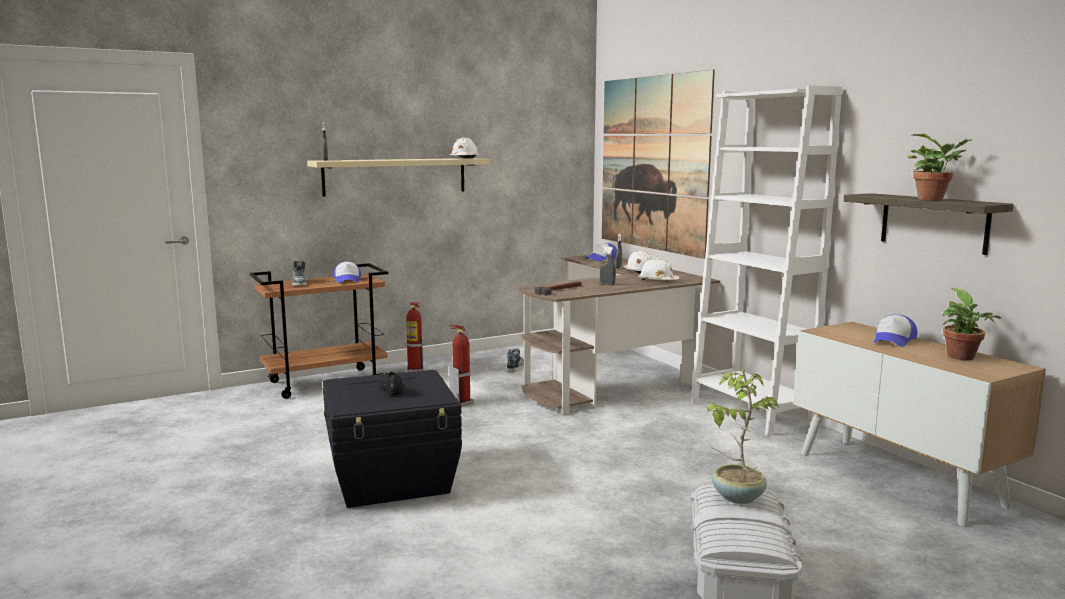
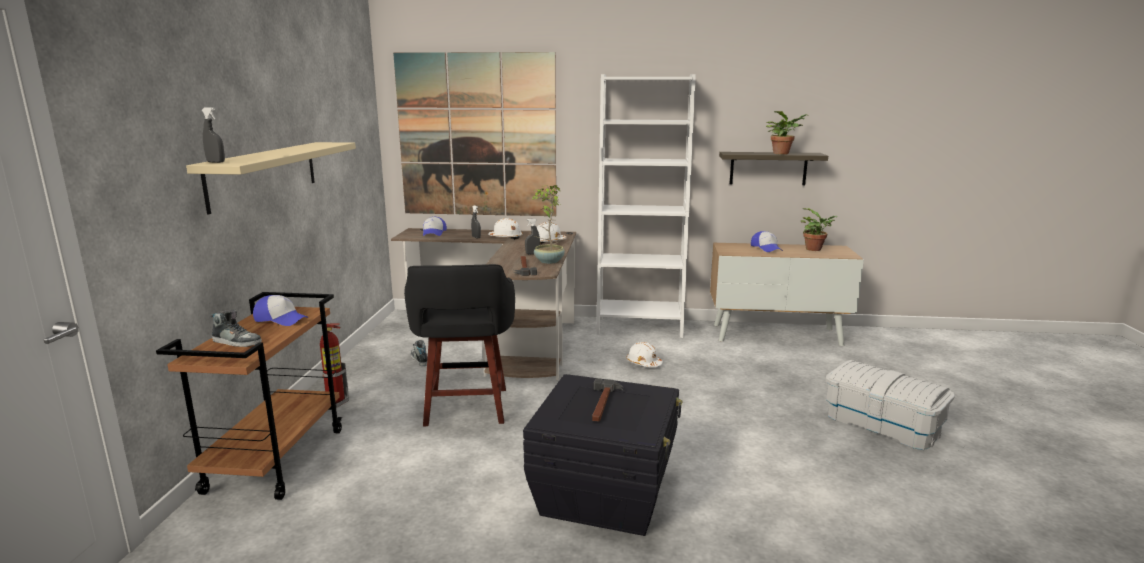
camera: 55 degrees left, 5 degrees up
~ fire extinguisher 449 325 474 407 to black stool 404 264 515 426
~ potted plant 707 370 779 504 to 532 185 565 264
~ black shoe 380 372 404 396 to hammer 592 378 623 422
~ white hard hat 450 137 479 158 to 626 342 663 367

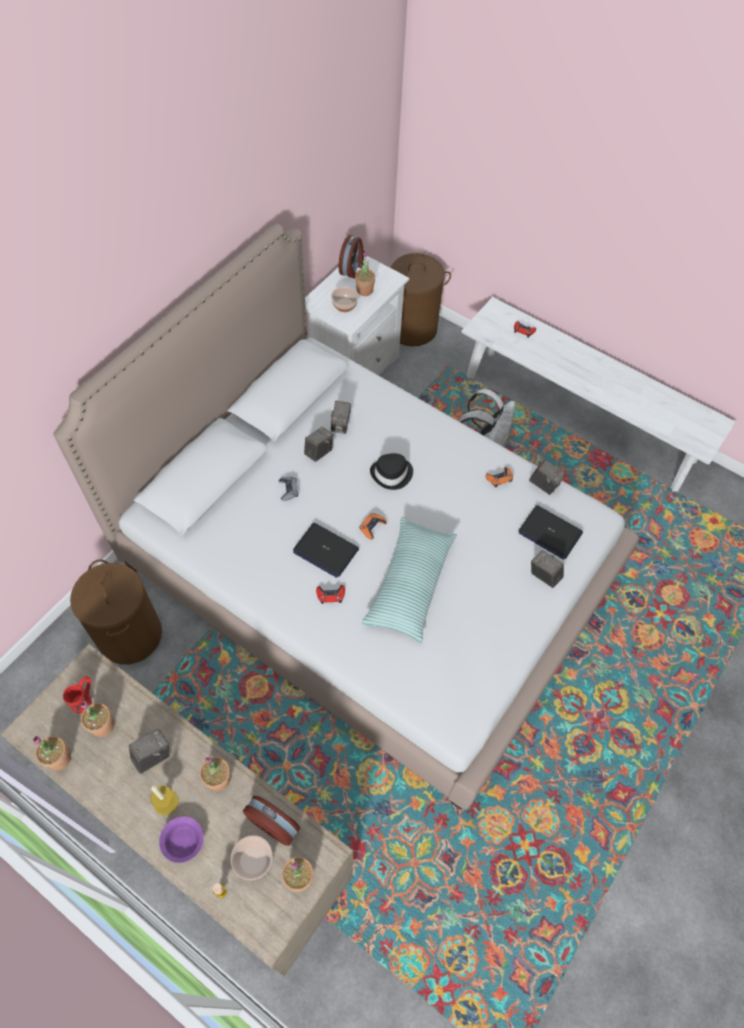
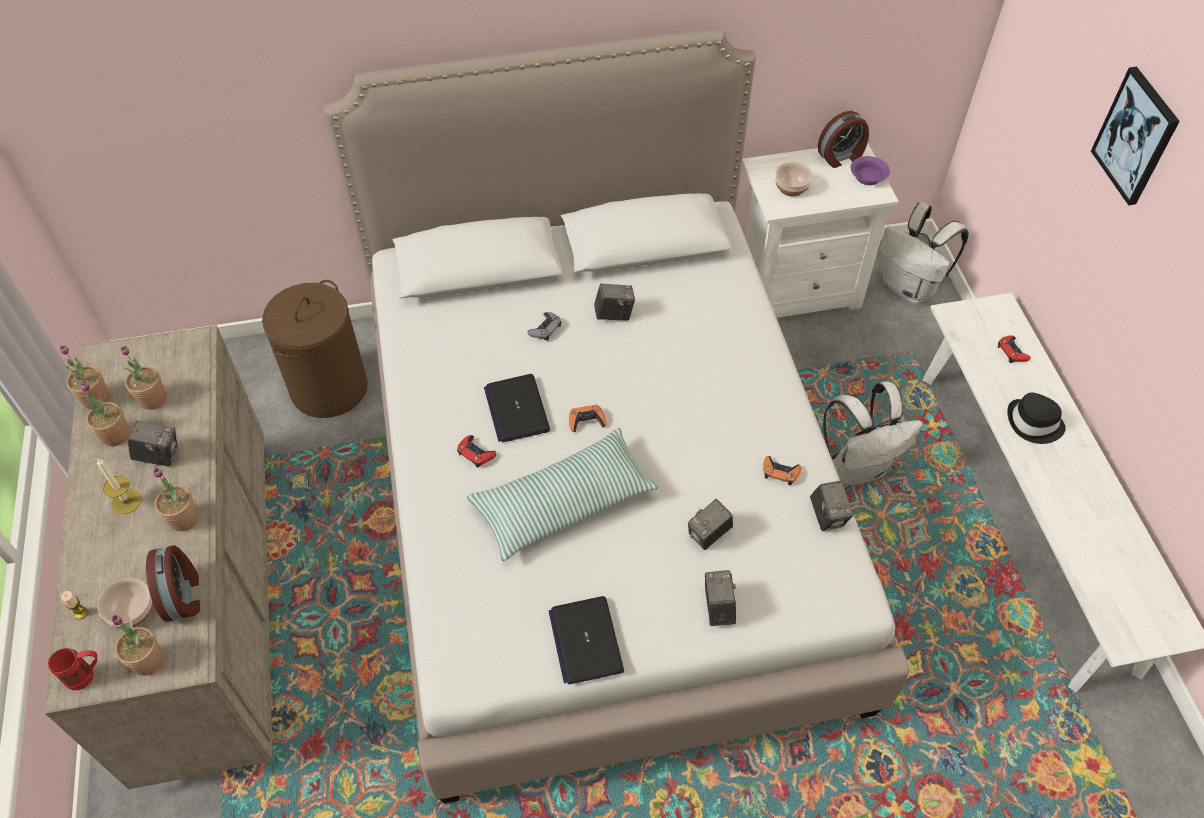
camera: 45 degrees right, 5 degrees down
~ red mug 63 676 92 713 to 48 648 97 690
~ potted plant 355 251 375 296 to 80 381 130 446
~ laptop 518 505 583 560 to 549 596 624 685
~ photo camera 331 401 351 434 to 688 499 733 550
~ purple bowl 159 816 204 863 to 851 156 890 185
~ brown laundry basket 391 253 451 347 to white backpack 880 202 969 304
~ black hat 370 453 413 490 to 1007 393 1066 444
+ picture 1091 67 1180 205

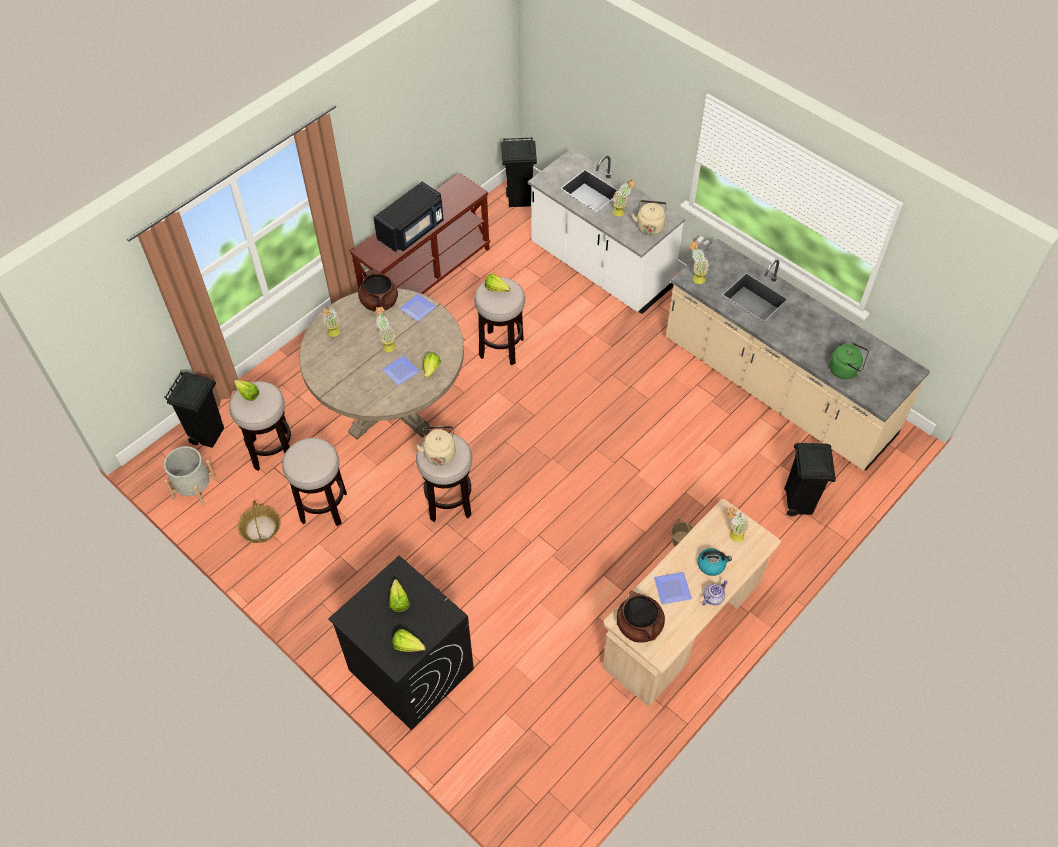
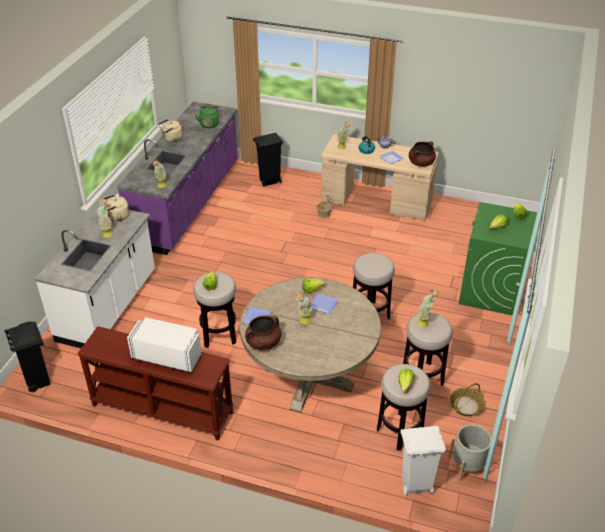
camera: 115 degrees left, 15 degrees down
~ beige counter 666 239 930 471 to purple counter 117 101 238 255
~ black microwave 373 182 444 252 to white microwave 127 317 202 373
~ beige kettle 416 426 456 466 to 158 119 182 142
~ black trash can 164 371 224 448 to white trash can 400 426 446 496
~ potted plant 322 307 340 337 to 417 288 439 328
~ black washing machine 328 556 474 730 to green washing machine 459 202 538 315

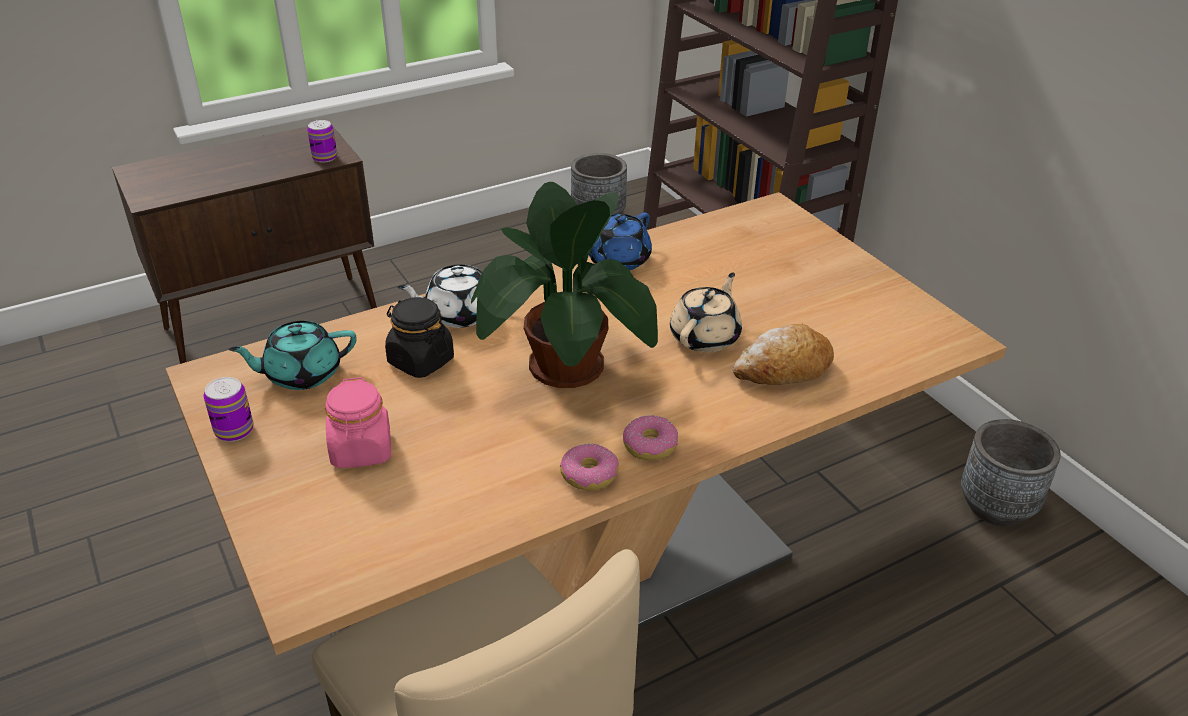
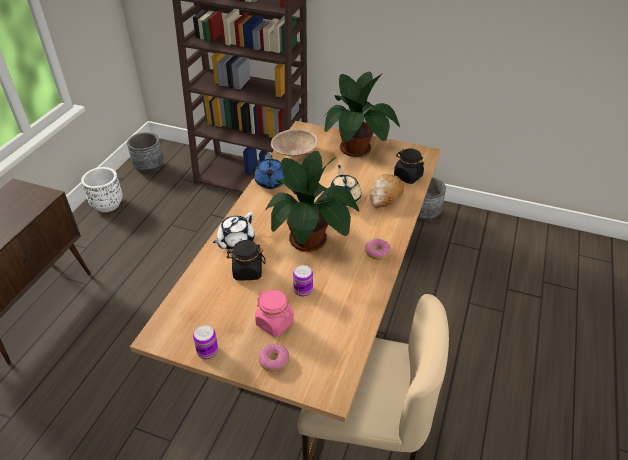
camera: 40 degrees left, 5 degrees up
+ white planter 81 167 123 212
~ donut 560 444 619 491 to 258 344 289 372
+ beige bowl 271 129 318 156
~ can 307 120 337 163 to 293 265 313 297
+ potted plant 324 72 400 157
+ black jar 394 148 424 184
- turquoise teapot 228 321 357 390

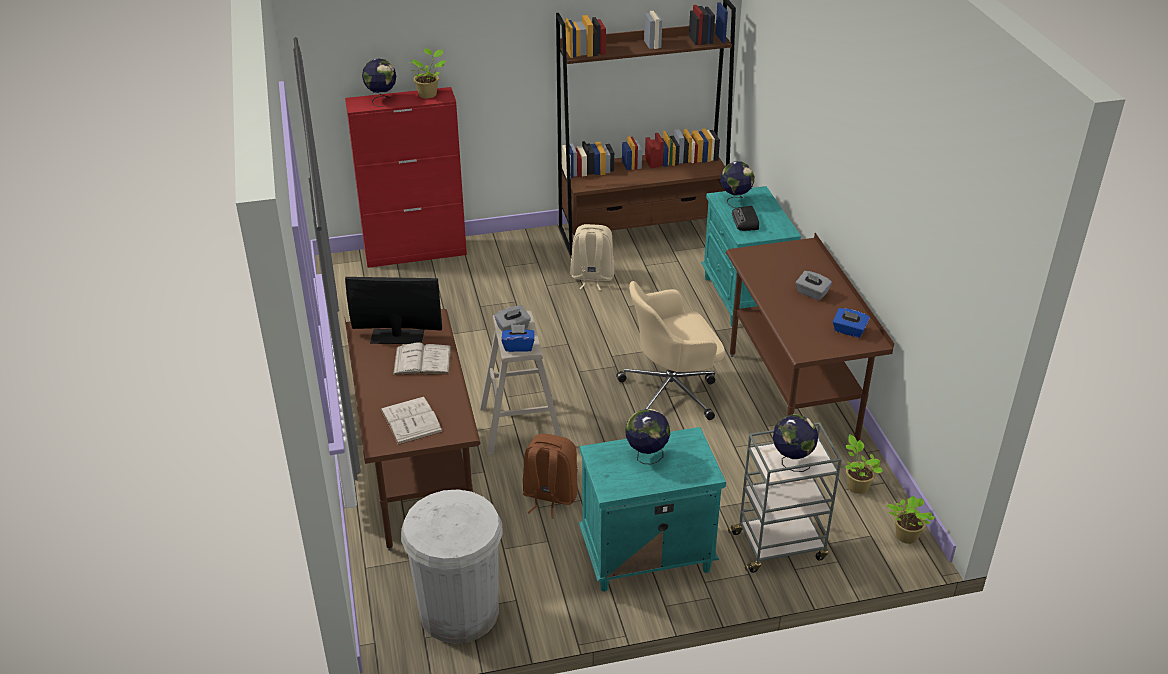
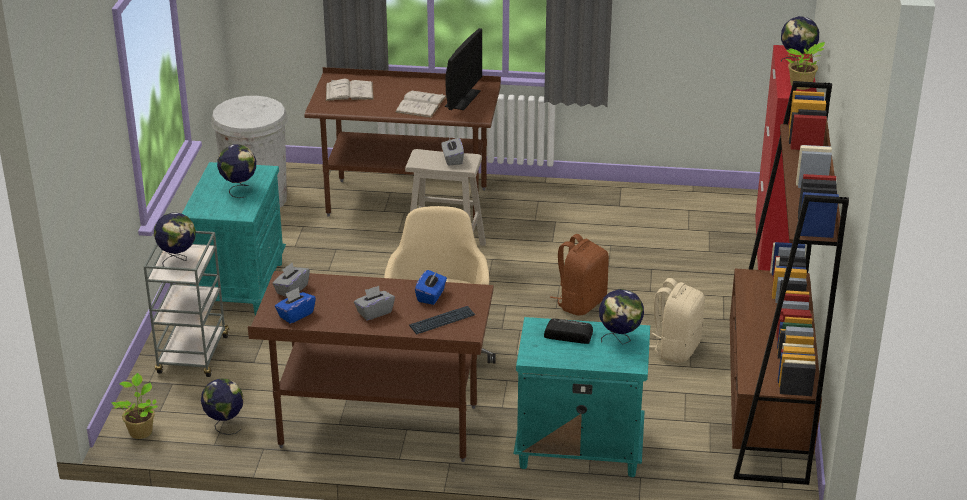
camera: 110 degrees right, 5 degrees down
~ potted plant 845 434 883 494 to globe 201 378 244 435
+ grey tissue box 272 263 310 297
+ keyboard 409 306 476 334
~ blue tissue box 501 324 534 352 to 415 270 447 305
~ brown backpack 523 434 578 518 to 550 234 609 315

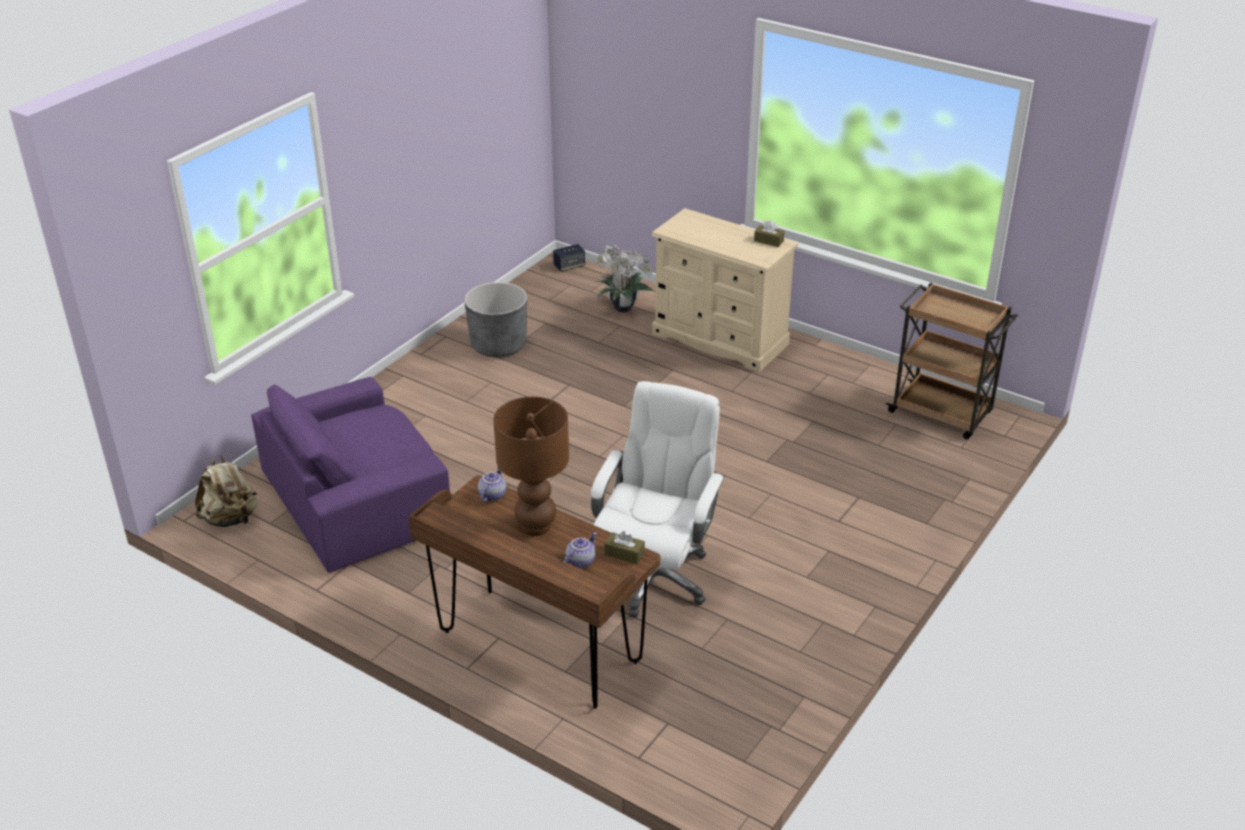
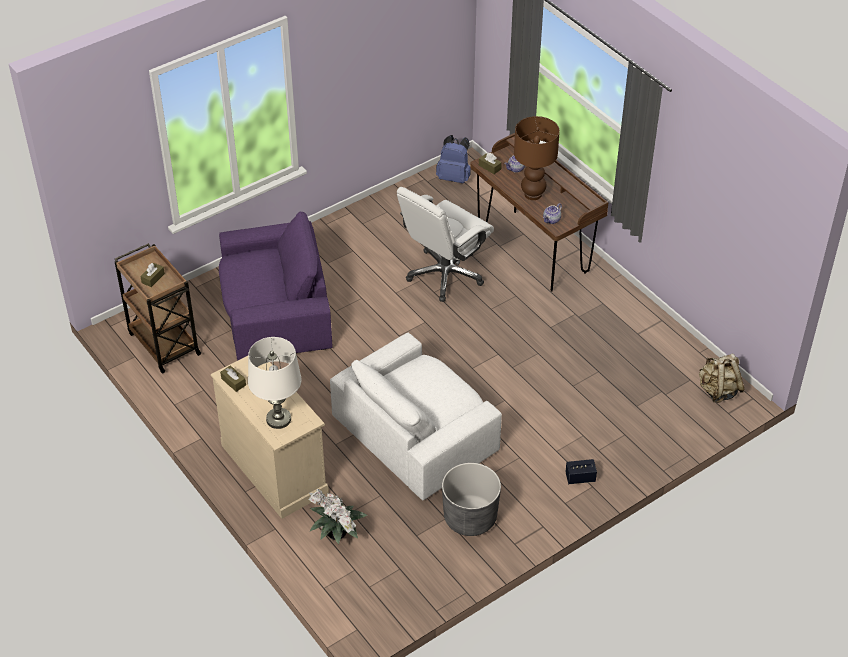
camera: 160 degrees left, 10 degrees up
+ brown tissue box 140 263 165 287
~ purple armchair 251 377 450 573 to 219 212 332 360
+ white table lamp 248 337 302 429
+ white armchair 330 332 502 500
+ blue backpack 436 135 471 183
~ speaker 553 244 585 271 to 565 459 597 484

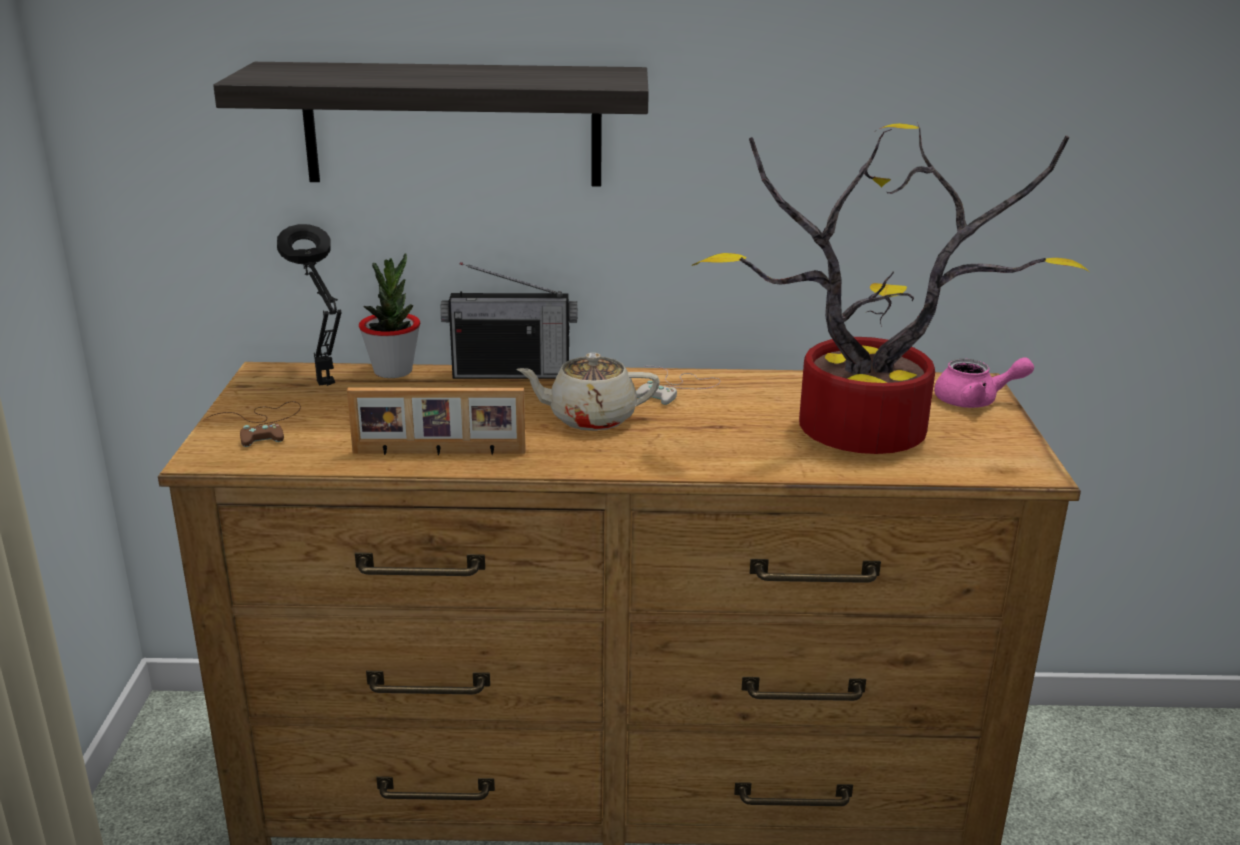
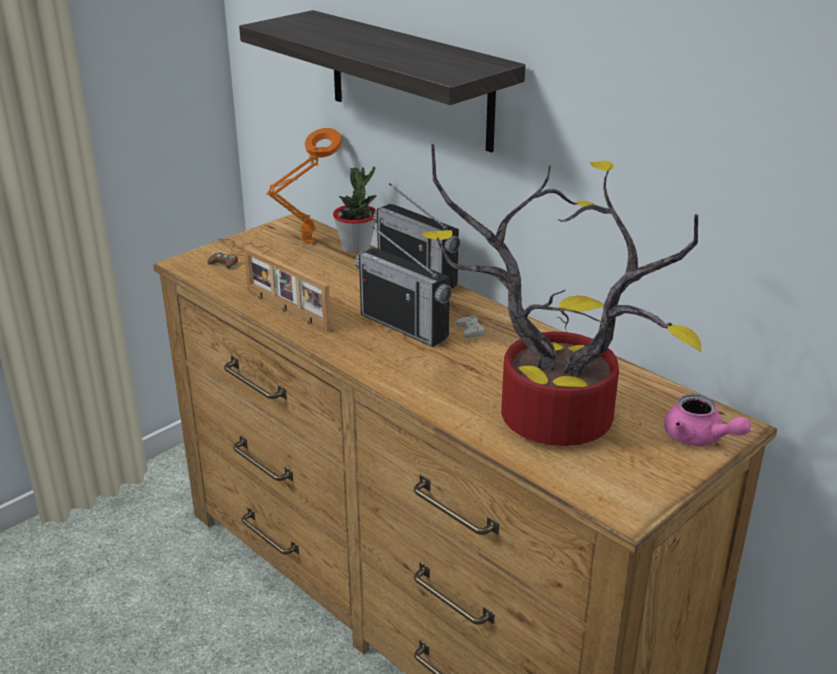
camera: 45 degrees right, 5 degrees up
~ black table lamp 277 224 342 386 to orange table lamp 266 128 342 244
~ beige teapot 516 353 660 431 to radio 355 226 452 347

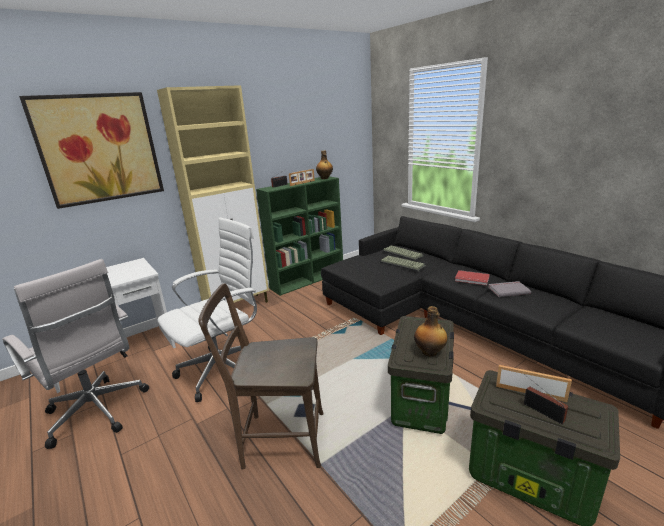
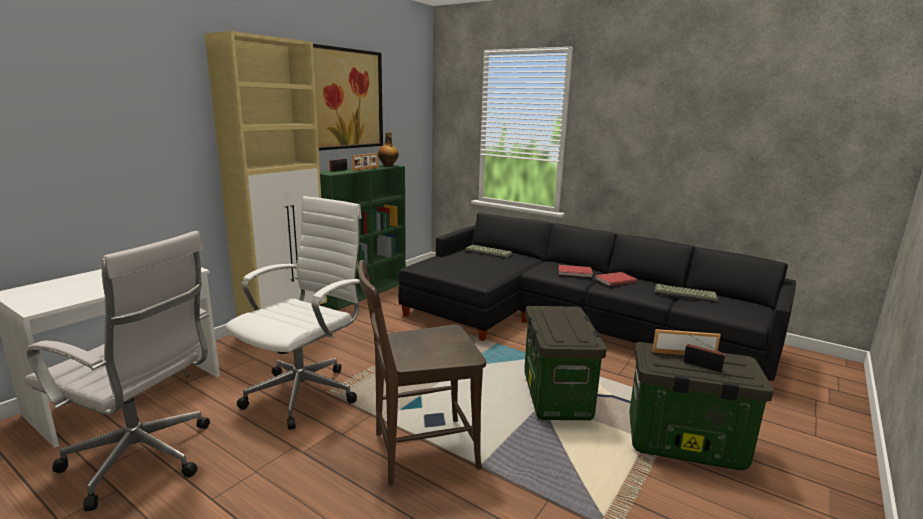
camera: 20 degrees left, 5 degrees down
~ picture 19 92 164 209 to 313 44 383 151
~ grey book 488 281 531 297 to red book 595 272 637 286
~ keyboard 380 256 426 272 to 654 284 718 303
- bottle 414 306 447 357

